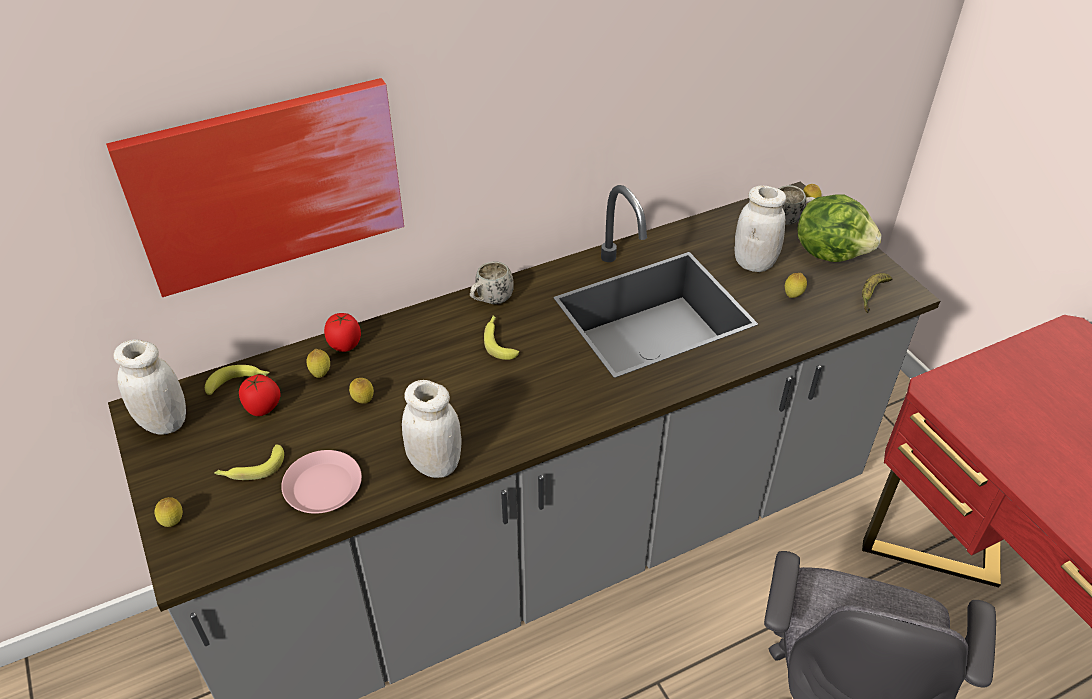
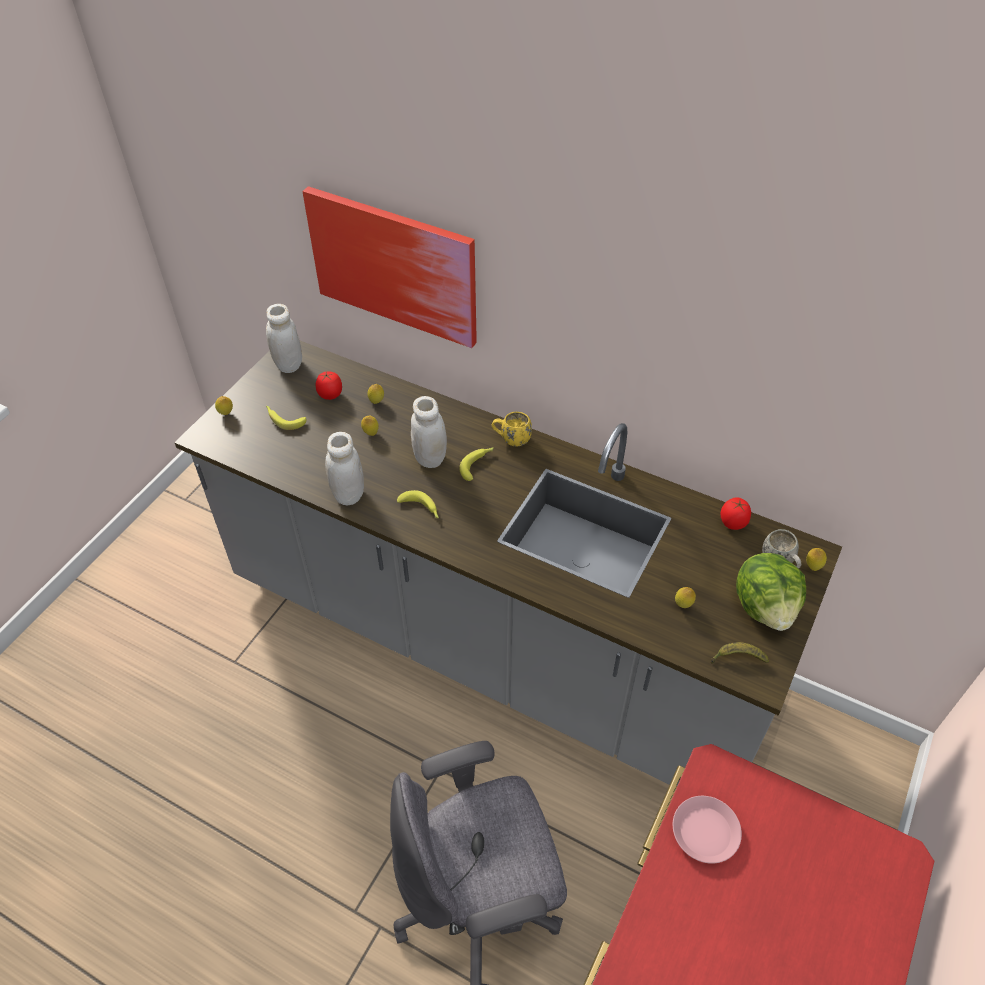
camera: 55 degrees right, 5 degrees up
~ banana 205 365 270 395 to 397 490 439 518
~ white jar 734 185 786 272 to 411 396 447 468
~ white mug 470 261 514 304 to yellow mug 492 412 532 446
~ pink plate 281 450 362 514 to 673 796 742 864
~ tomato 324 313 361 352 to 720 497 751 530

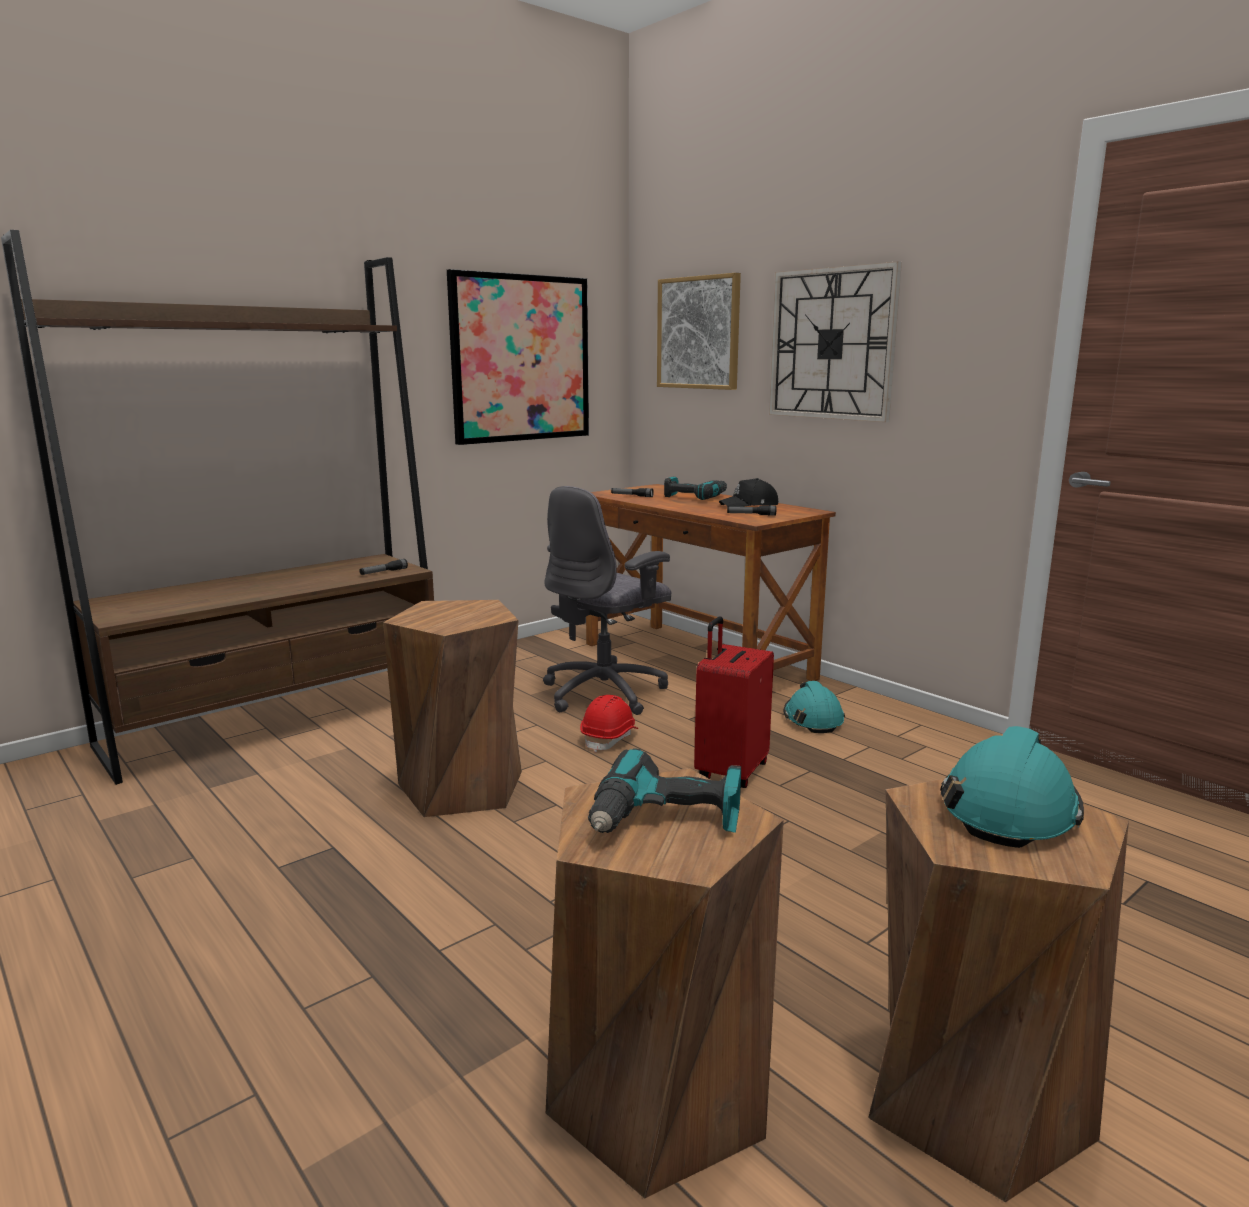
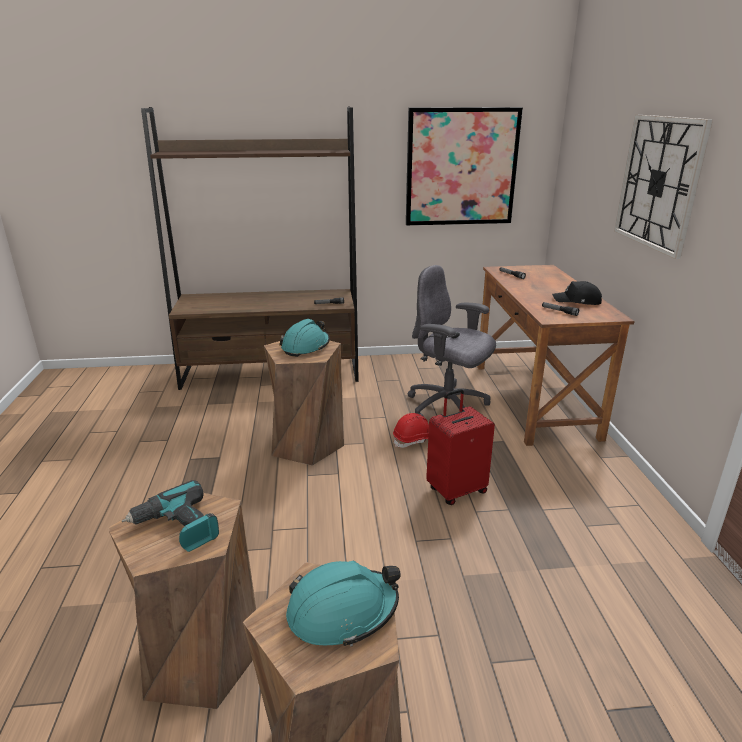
camera: 35 degrees right, 10 degrees up
~ turquoise hard hat 783 681 845 733 to 279 319 330 357
~ grey office chair 543 486 671 715 = 407 265 496 417 45 degrees clockwise
- picture 657 273 741 390
- power drill 664 477 727 500

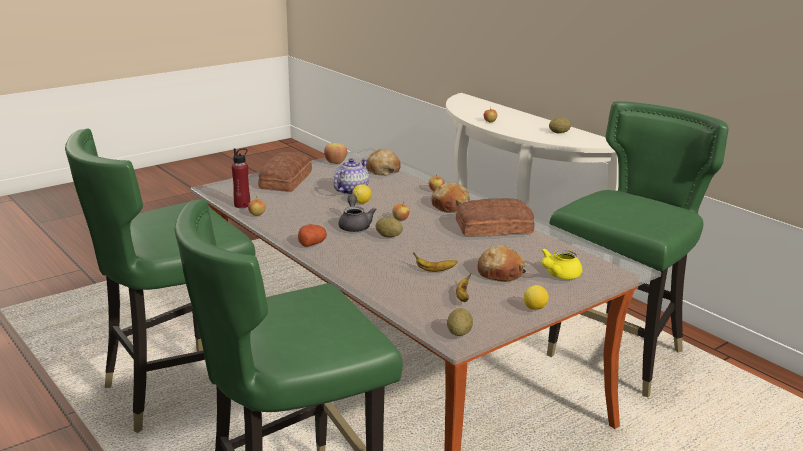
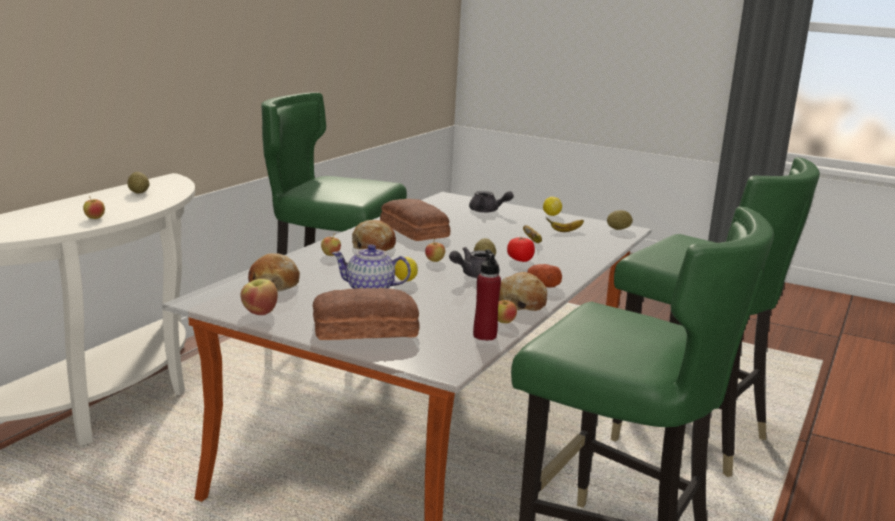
camera: 115 degrees left, 5 degrees down
~ yellow teapot 541 248 582 279 to grey teapot 469 191 514 213
~ bread 478 245 526 282 to 499 272 547 311
+ tomato 507 237 535 262

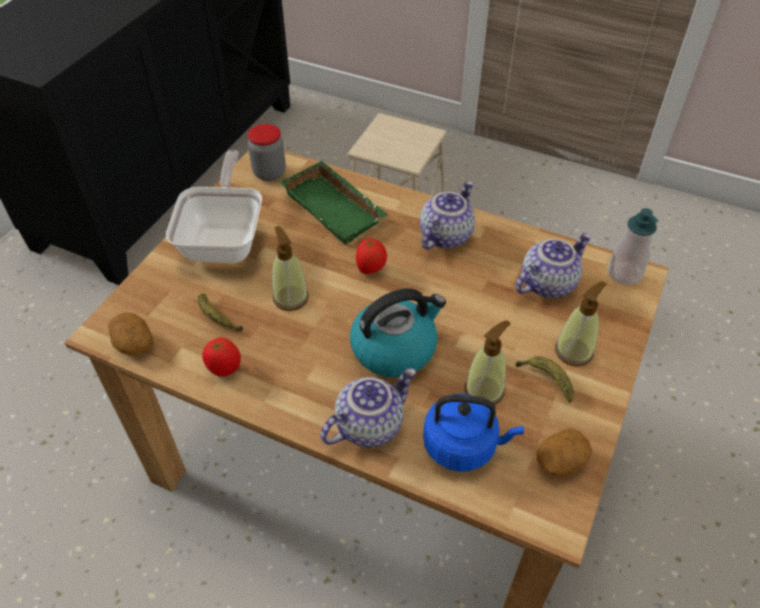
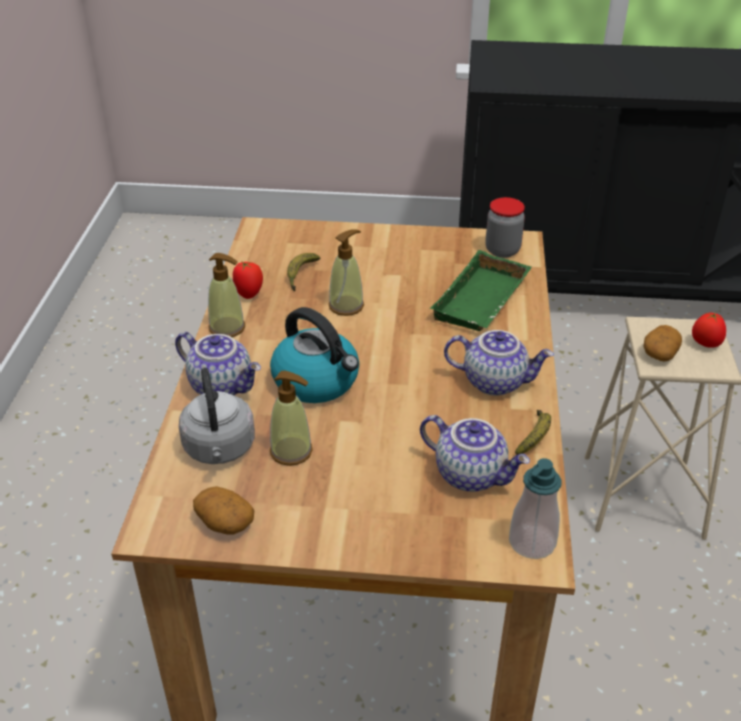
camera: 70 degrees right, 10 degrees down
~ blue kettle 423 394 524 472 to grey kettle 179 367 255 464
~ soap dispenser 555 281 607 367 to 208 253 245 337
~ banana 515 356 574 403 to 515 410 551 455
~ potato 108 313 154 356 to 643 325 682 361
~ tomato 356 238 387 274 to 692 313 726 348
- frying pan 166 150 262 263

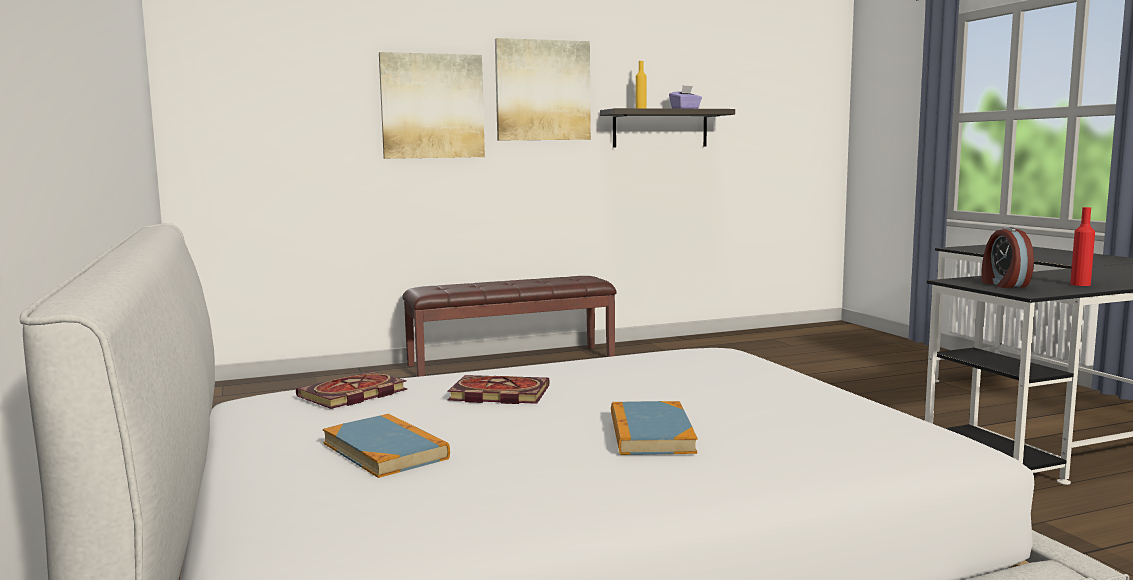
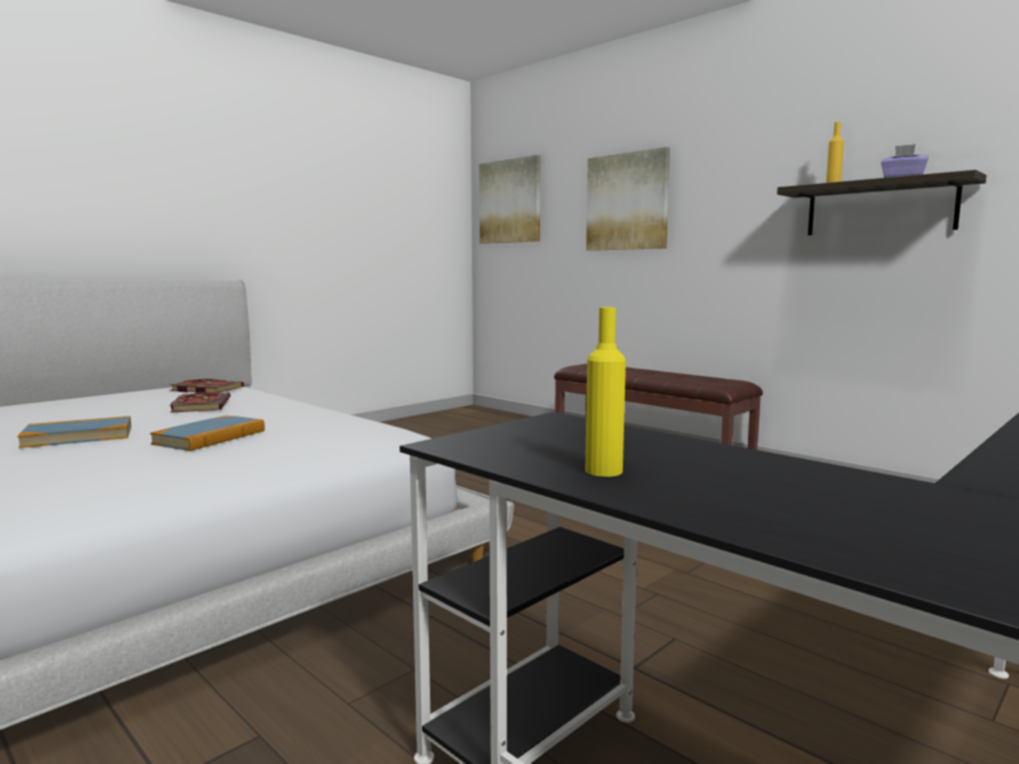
camera: 65 degrees right, 0 degrees up
~ book 323 414 450 478 to 150 416 265 451
~ picture 495 38 591 140 to 479 155 541 244
~ red bottle 1070 207 1095 286 to yellow bottle 585 307 626 477
- alarm clock 981 227 1034 288

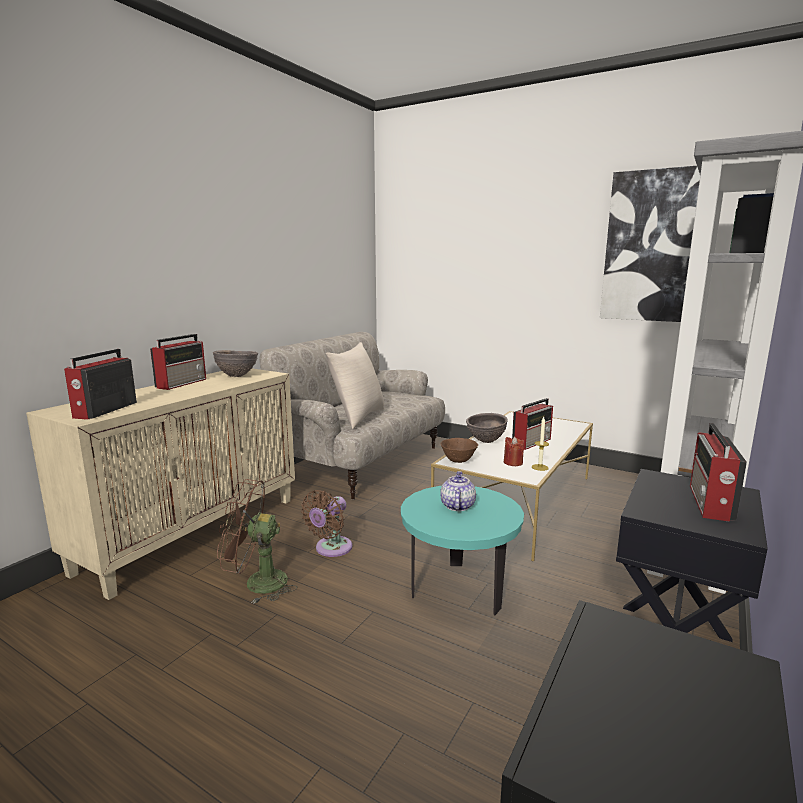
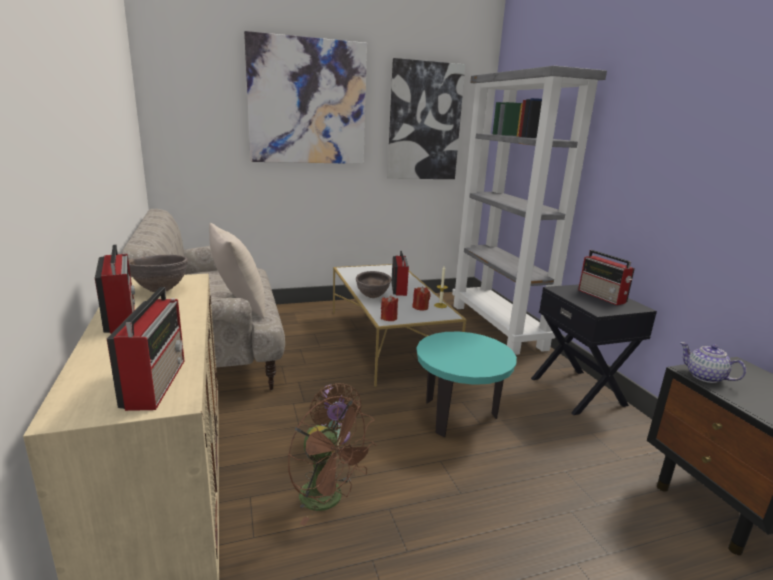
camera: 50 degrees left, 5 degrees up
~ radio 64 349 137 420 = 107 287 184 411 150 degrees counterclockwise
+ picture 244 31 367 164
~ brown fan 217 479 297 604 = 288 396 376 526 90 degrees counterclockwise
~ brown bowl 440 438 478 463 to red candle 381 296 398 321
~ teapot 440 471 476 511 to 680 342 746 383

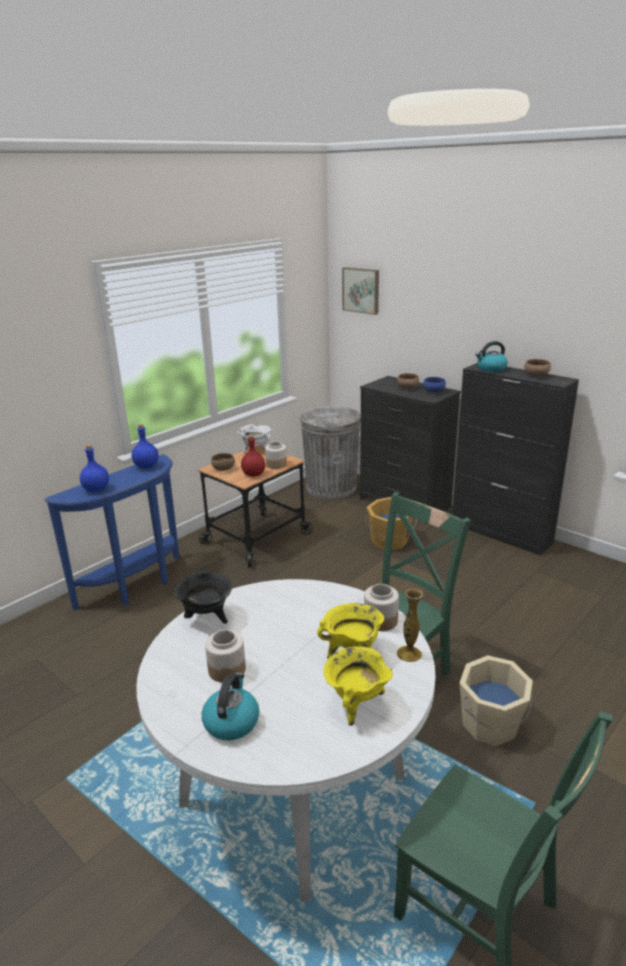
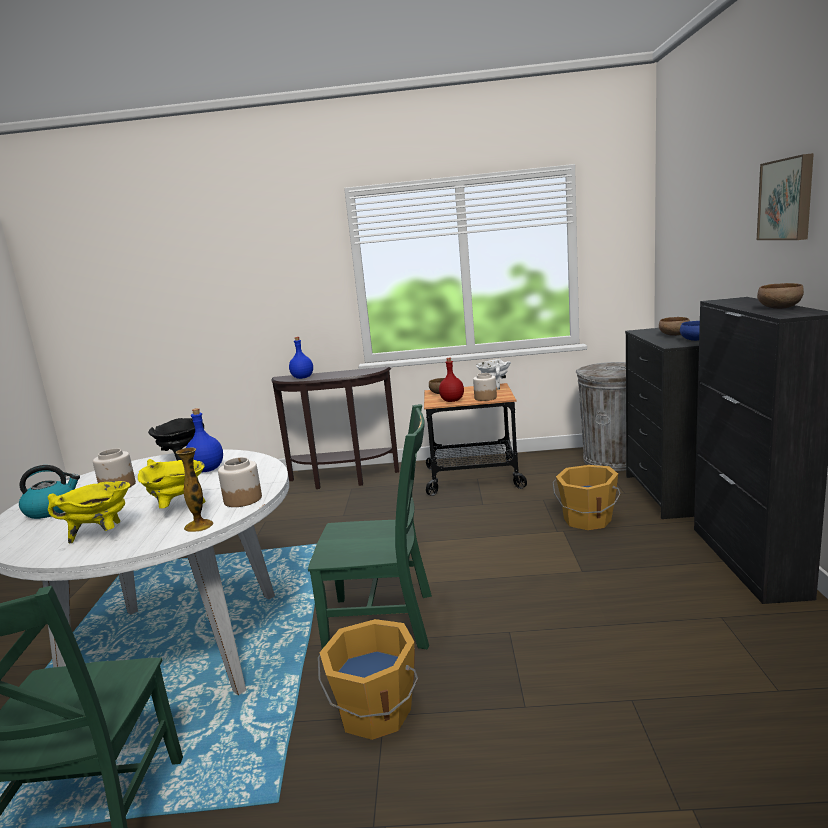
camera: 50 degrees right, 10 degrees down
~ blue bottle 132 424 159 469 to 186 408 223 472
~ blue console table 45 454 179 610 to brown console table 271 367 399 489
~ beige bucket 459 655 533 746 to orange bucket 318 619 418 740
~ picture 342 267 379 315 to 757 153 814 240
- kettle 475 341 508 372

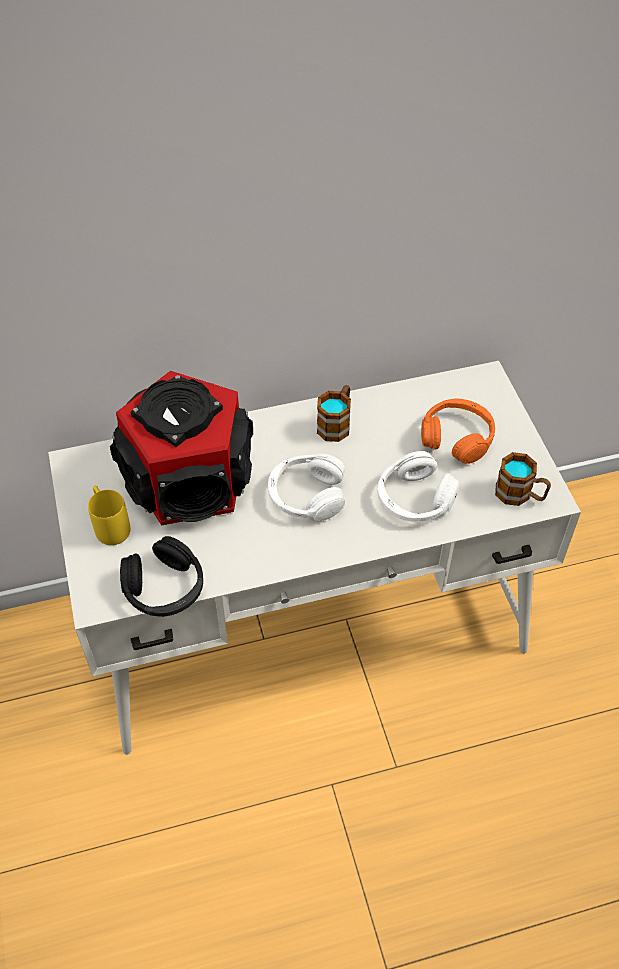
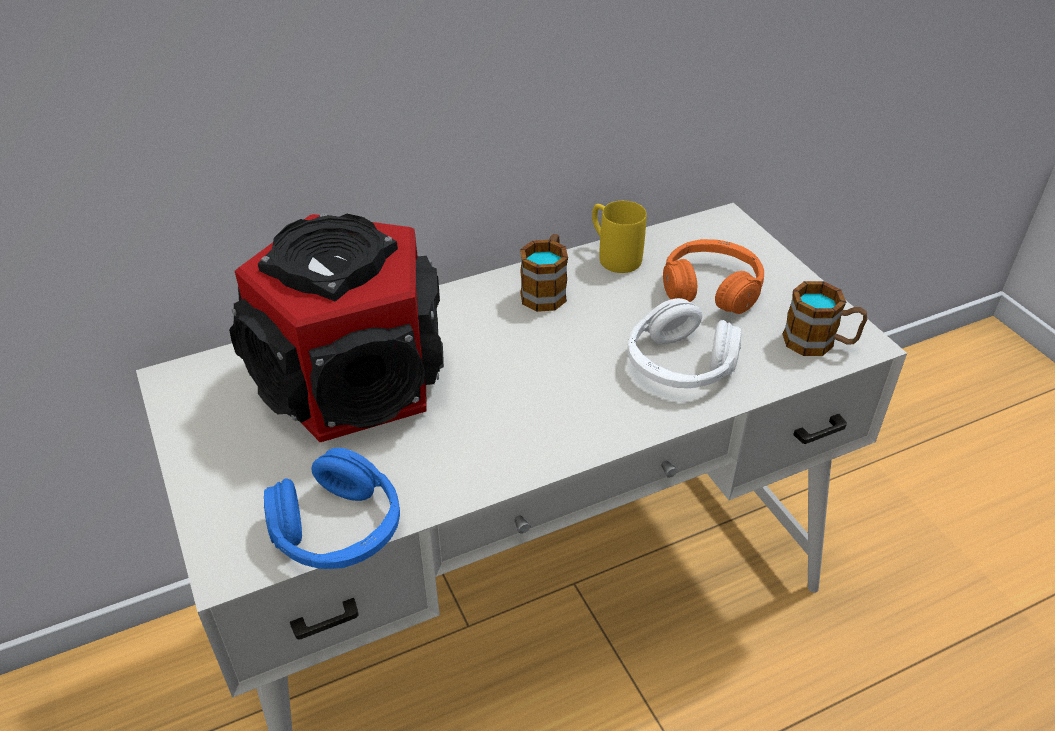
camera: 10 degrees left, 10 degrees down
~ black headphones 120 536 203 617 to blue headphones 264 448 400 569
~ yellow mug 88 486 130 545 to 592 201 647 273
- white headphones 268 454 345 521

